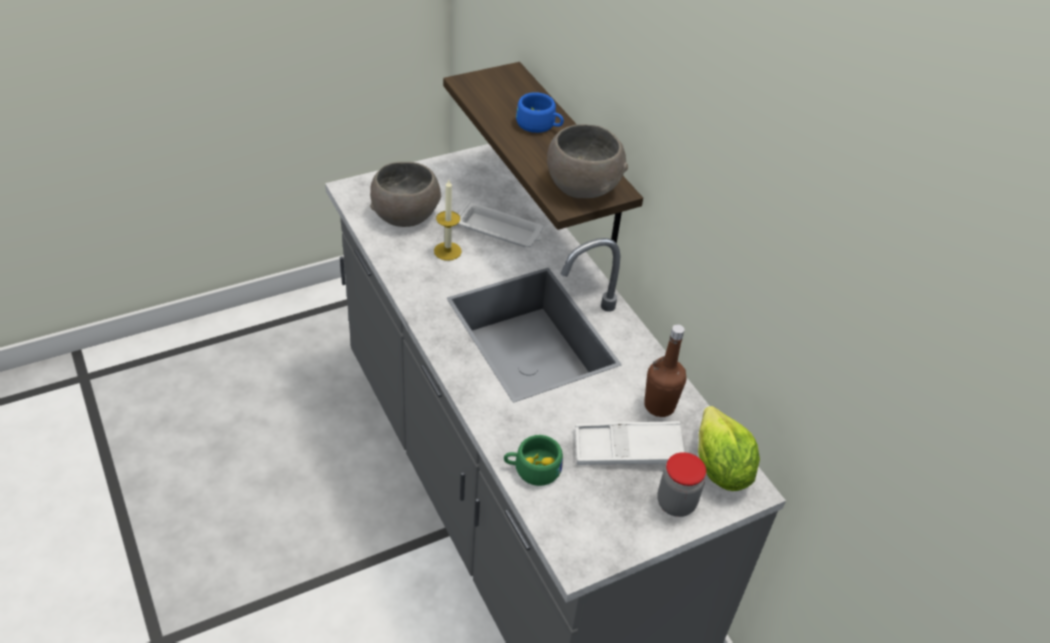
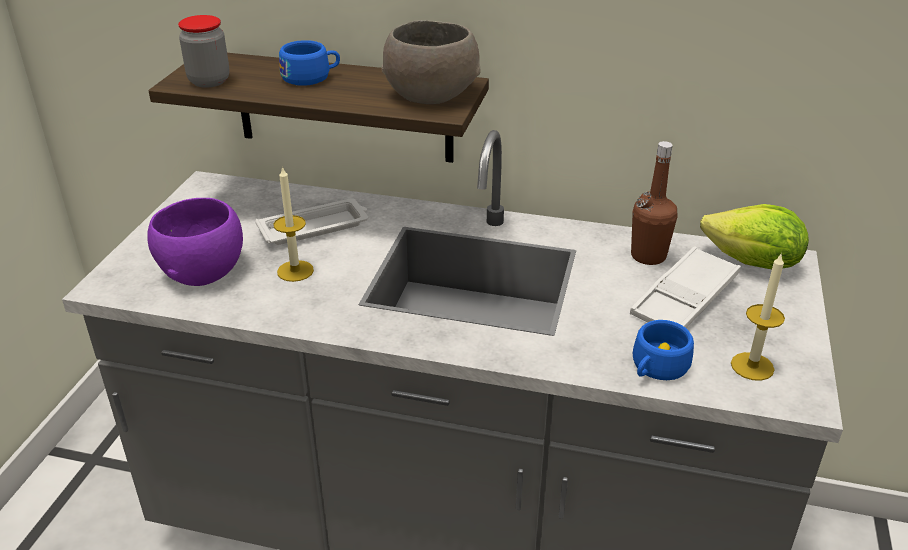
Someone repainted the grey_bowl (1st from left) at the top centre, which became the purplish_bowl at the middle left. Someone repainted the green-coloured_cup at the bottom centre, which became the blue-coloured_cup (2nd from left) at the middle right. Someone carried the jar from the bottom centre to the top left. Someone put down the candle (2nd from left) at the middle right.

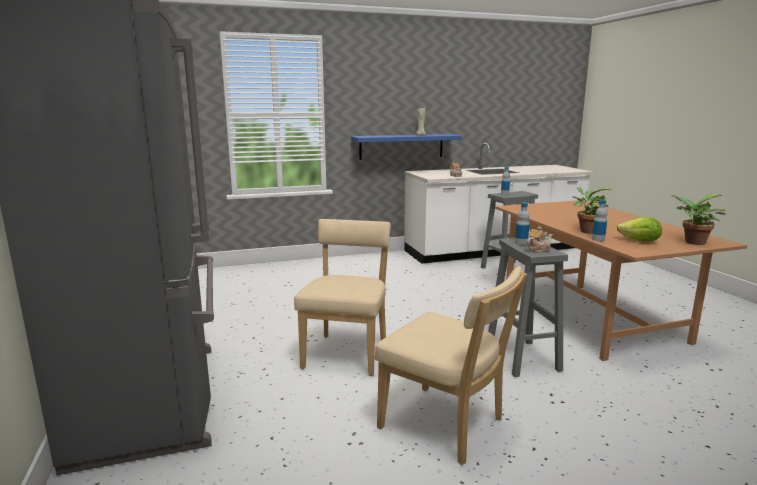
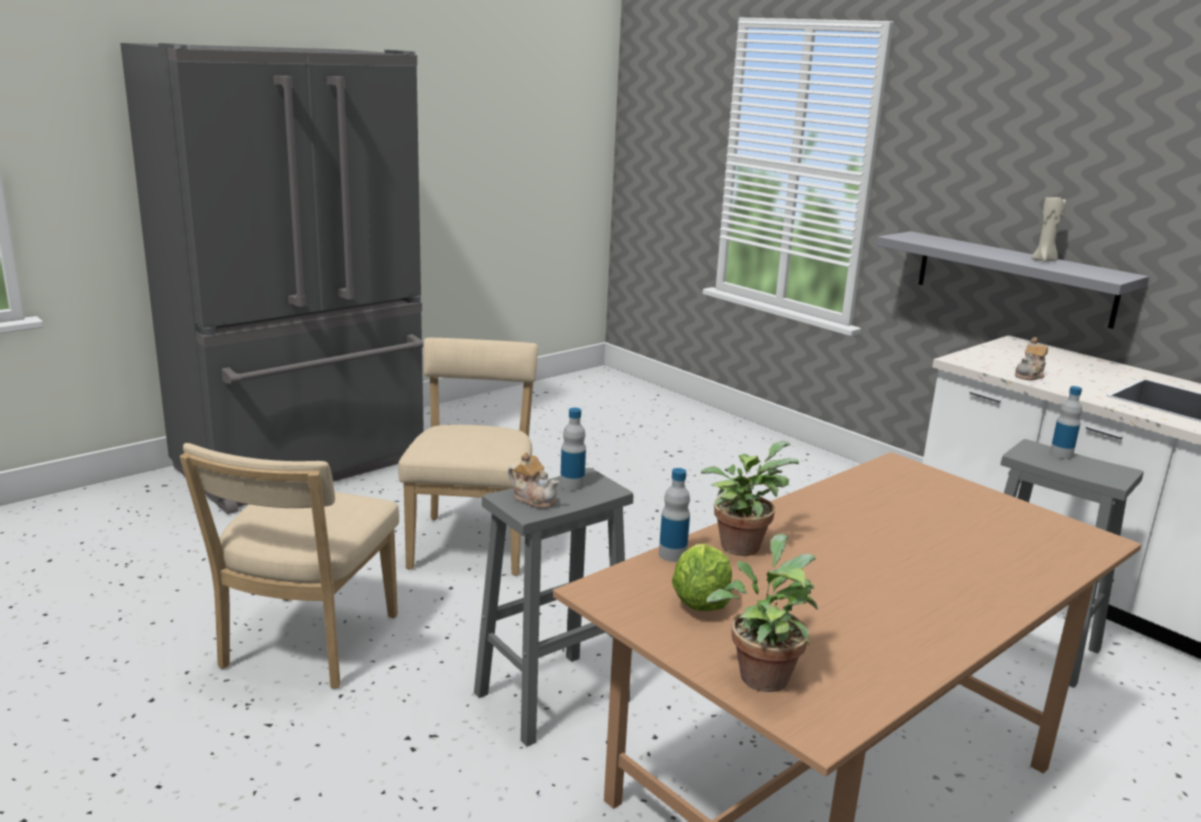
Someone rotated the sand-coloured_upright_chair (1st from left in the first image) at the centre by 75 degrees counterclockwise. Someone repainted the blue-coloured_bracket_shelf at the top centre, which became the grey_bracket_shelf at the middle right.

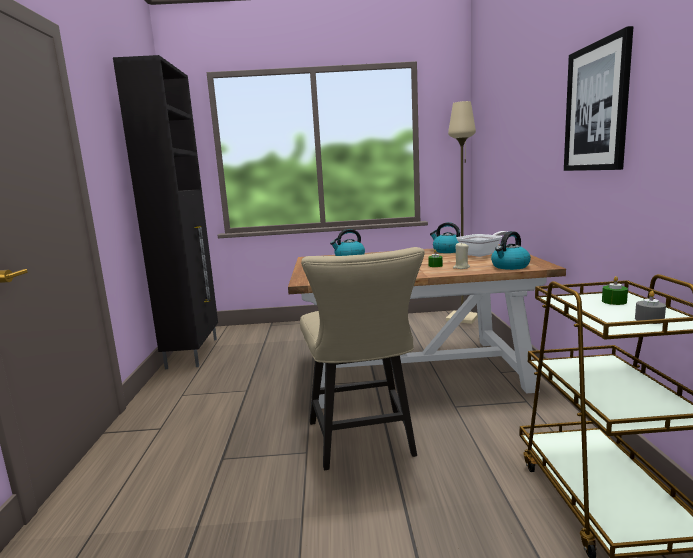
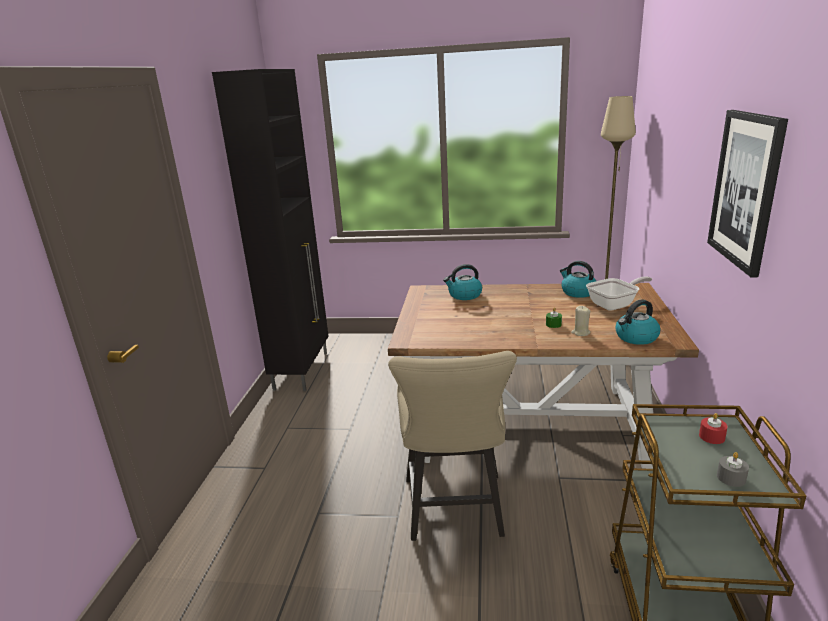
Someone repainted the green-coloured_candle (2nd from left) at the middle right, which became the red-coloured_candle at the bottom right.

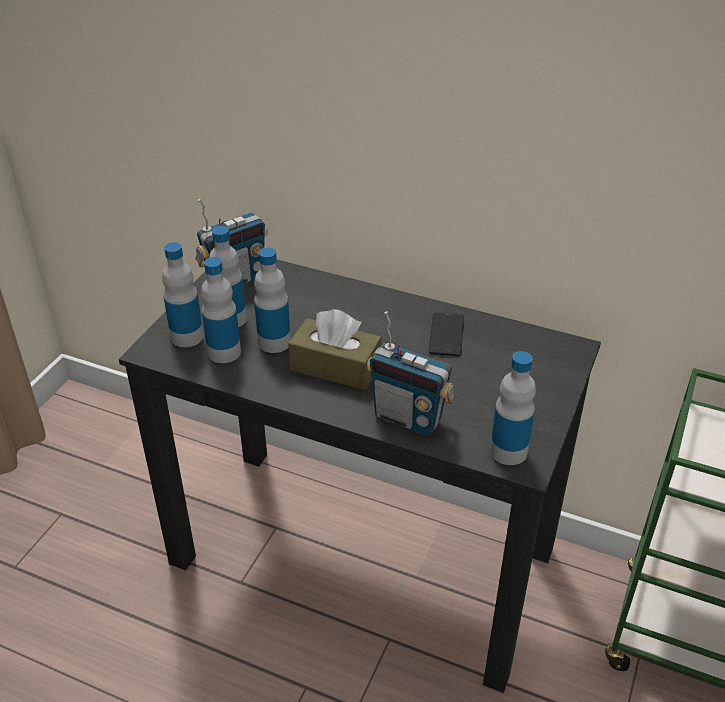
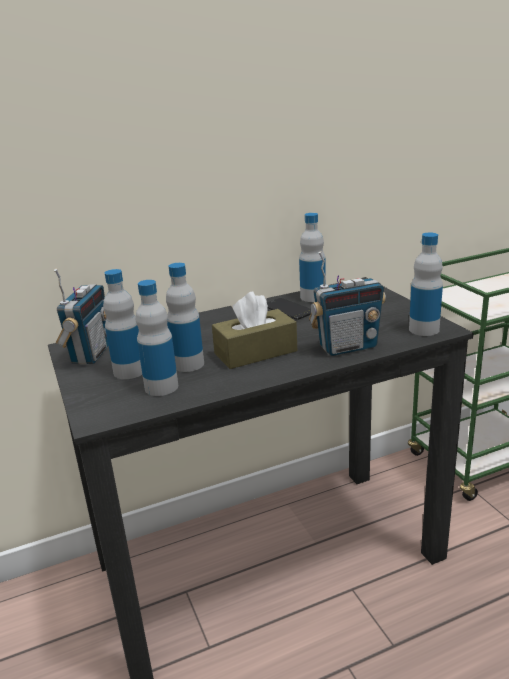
Someone carried the drink_bottle (1st from left in the first image) from the middle left to the centre.

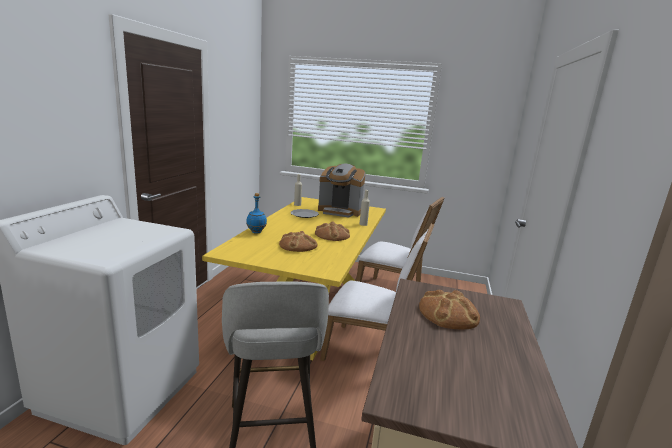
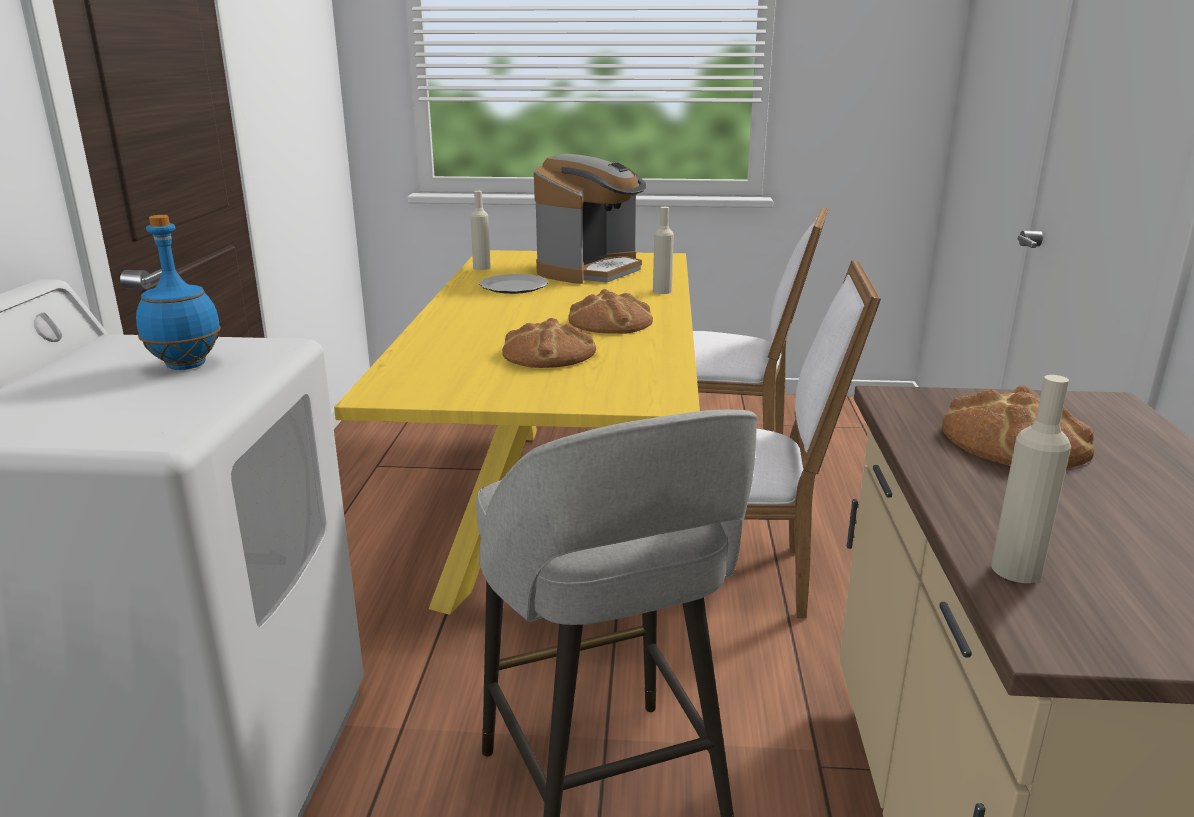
Someone carried the blue-coloured_drink_bottle from the centre to the middle left. Someone rotated the coffee_brewer at the centre by 60 degrees counterclockwise. Someone put down the sand-coloured_drink_bottle (3rd from left) at the middle right.

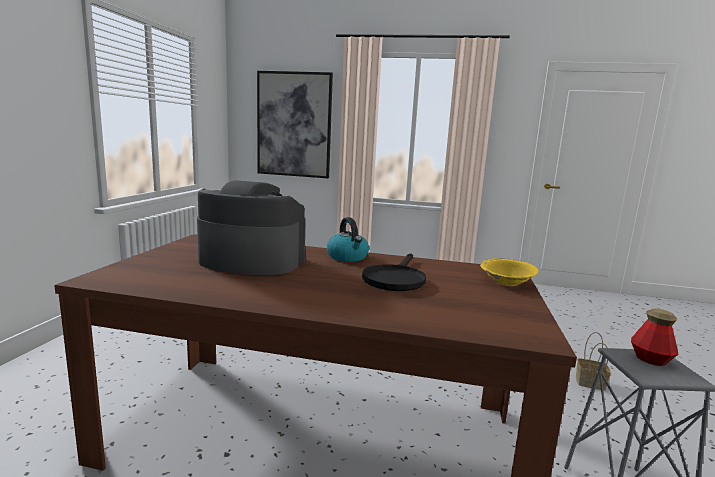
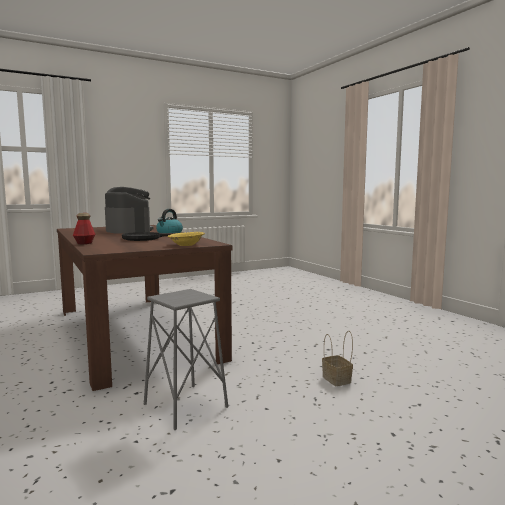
Someone took away the wall_art at the top centre. Someone carried the drink_bottle from the bottom right to the middle left.

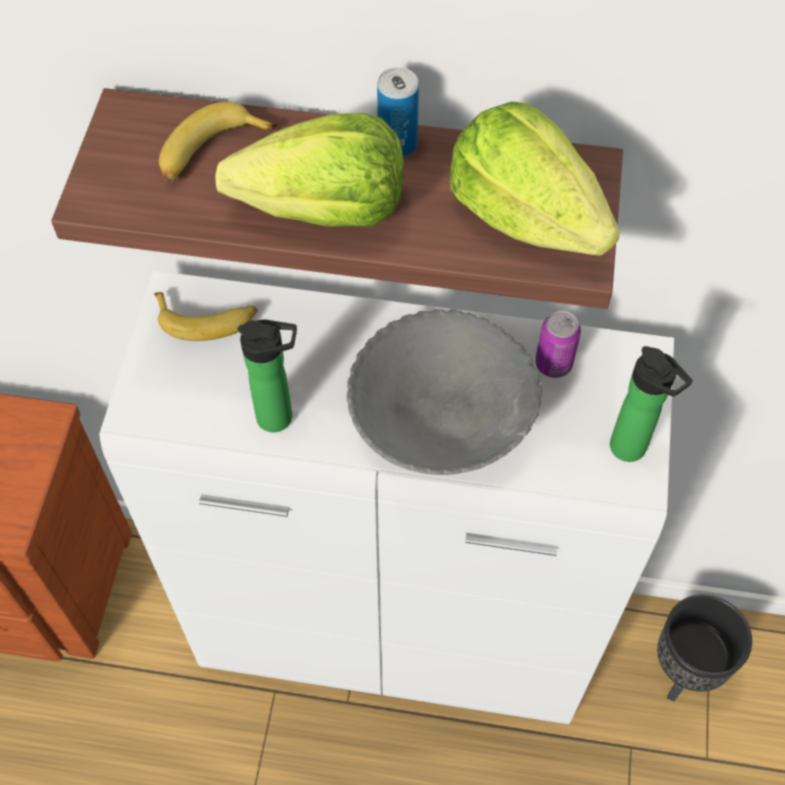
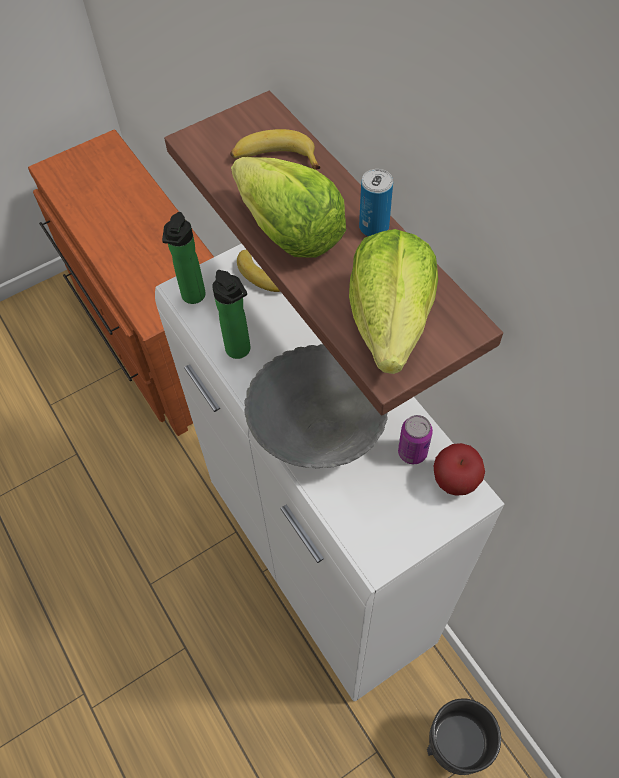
Someone carried the drink_bottle (2nd from left in the first image) from the middle right to the top left. Someone put down the apple at the middle right.

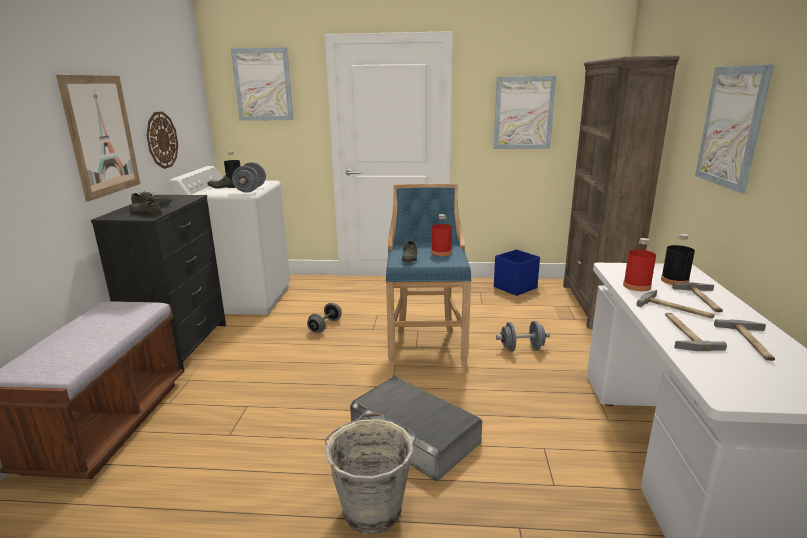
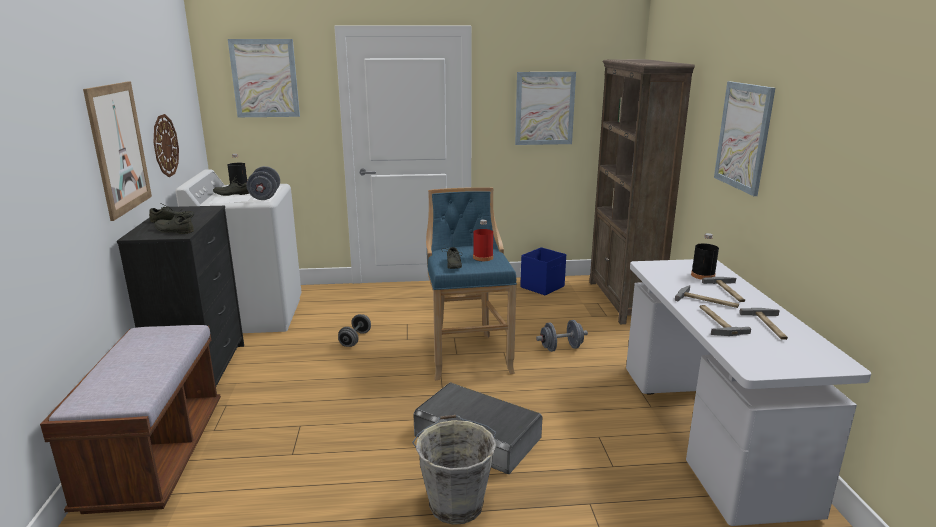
Someone took away the red-coloured_drink_bottle (2nd from left) at the middle right.

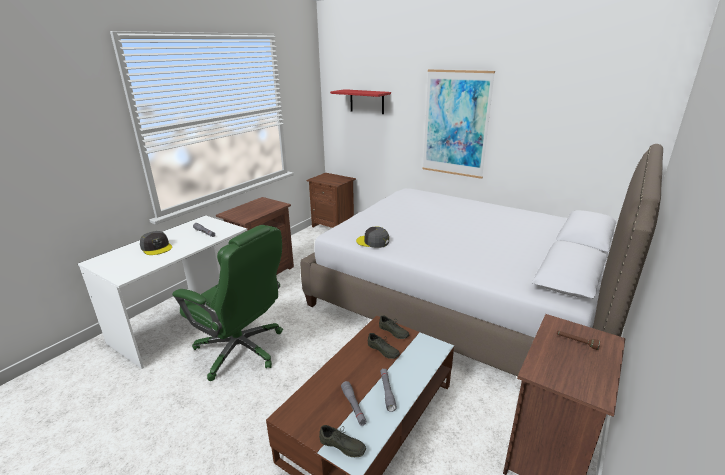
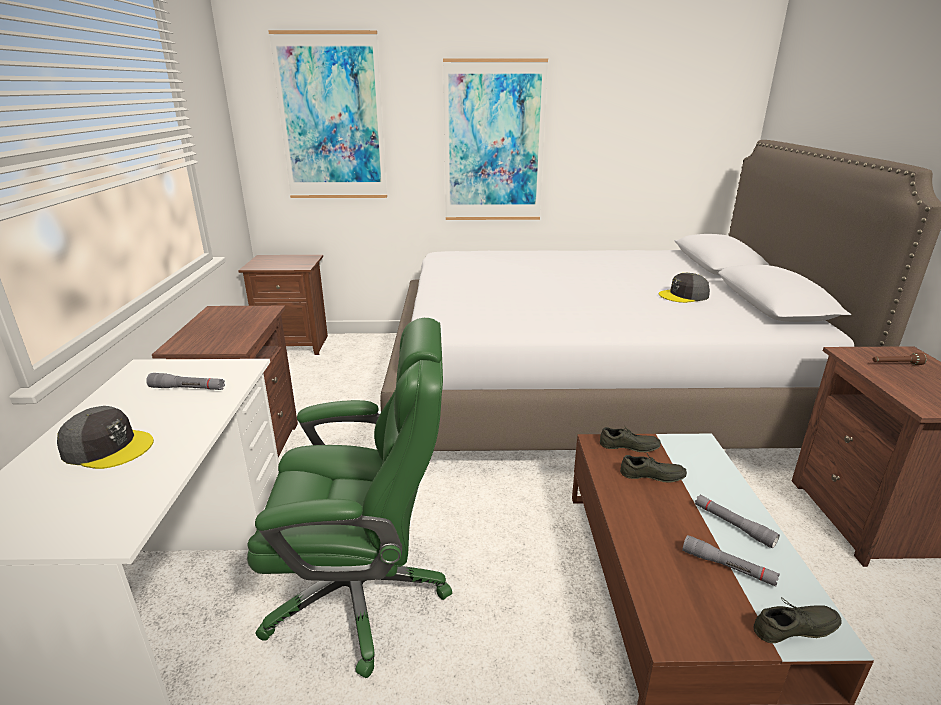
Someone swapped the red-coloured_bracket_shelf at the top centre for the wall_art (1st from left) at the top centre. Someone carried the grey_cap (2nd from left) from the centre to the middle right.

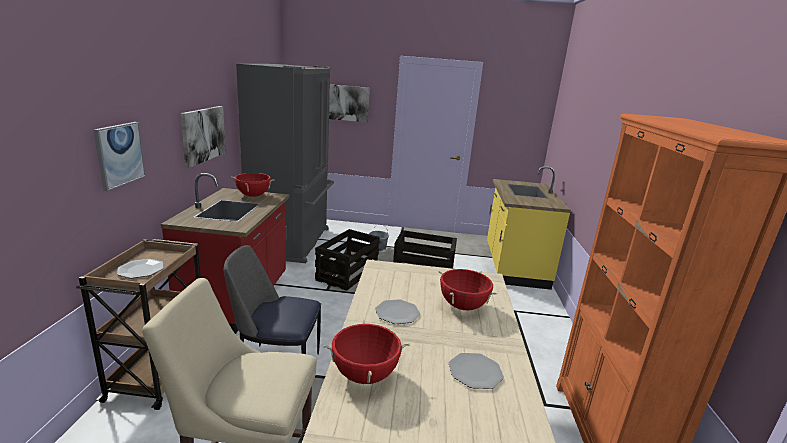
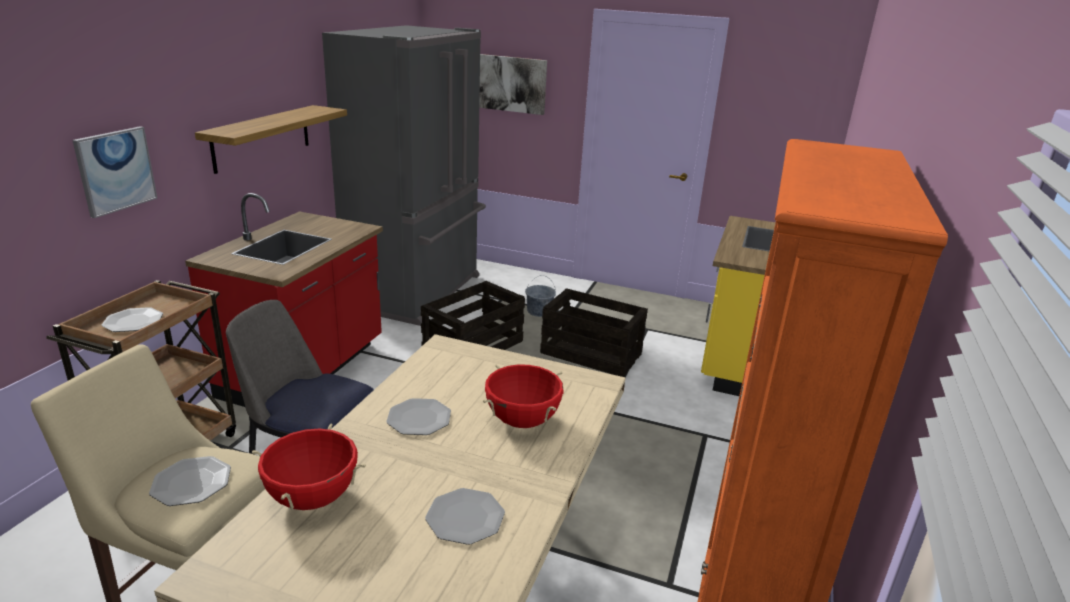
Someone swapped the wall_art (2nd from left) at the top left for the bracket_shelf at the top left. Someone took away the red-coloured_saucepot (1st from left) at the middle left. Someone put down the dinner_plate (2nd from left) at the bottom left.

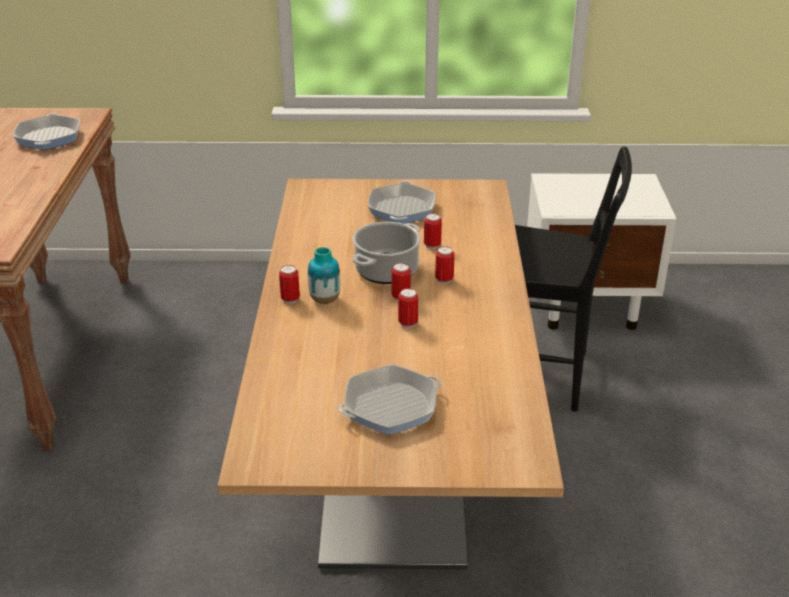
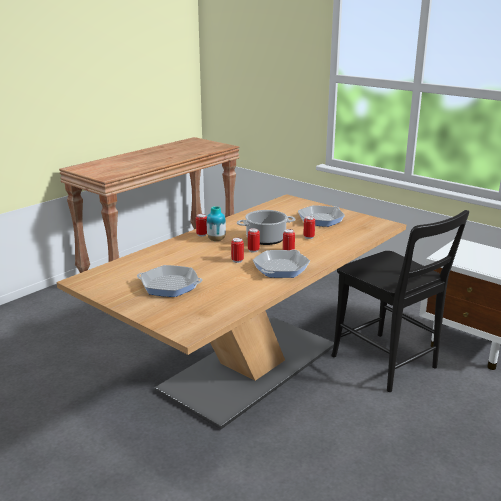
Someone carried the frying_pan (1st from left in the first image) from the top left to the centre.

